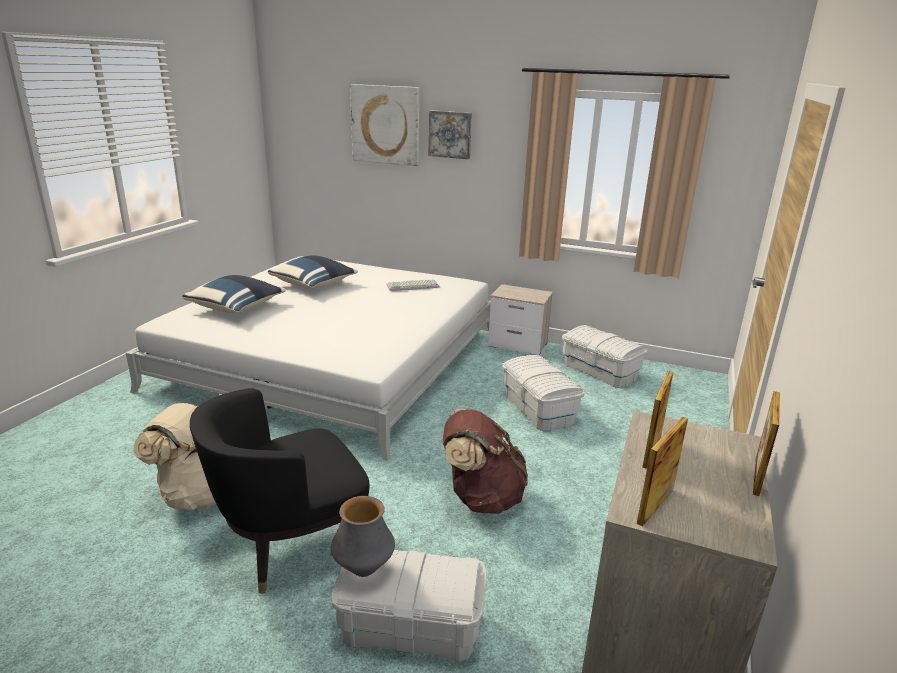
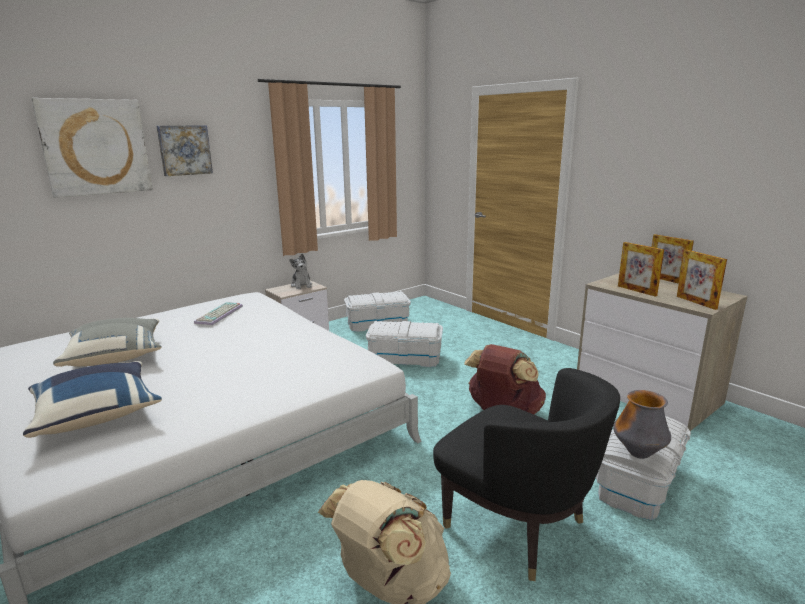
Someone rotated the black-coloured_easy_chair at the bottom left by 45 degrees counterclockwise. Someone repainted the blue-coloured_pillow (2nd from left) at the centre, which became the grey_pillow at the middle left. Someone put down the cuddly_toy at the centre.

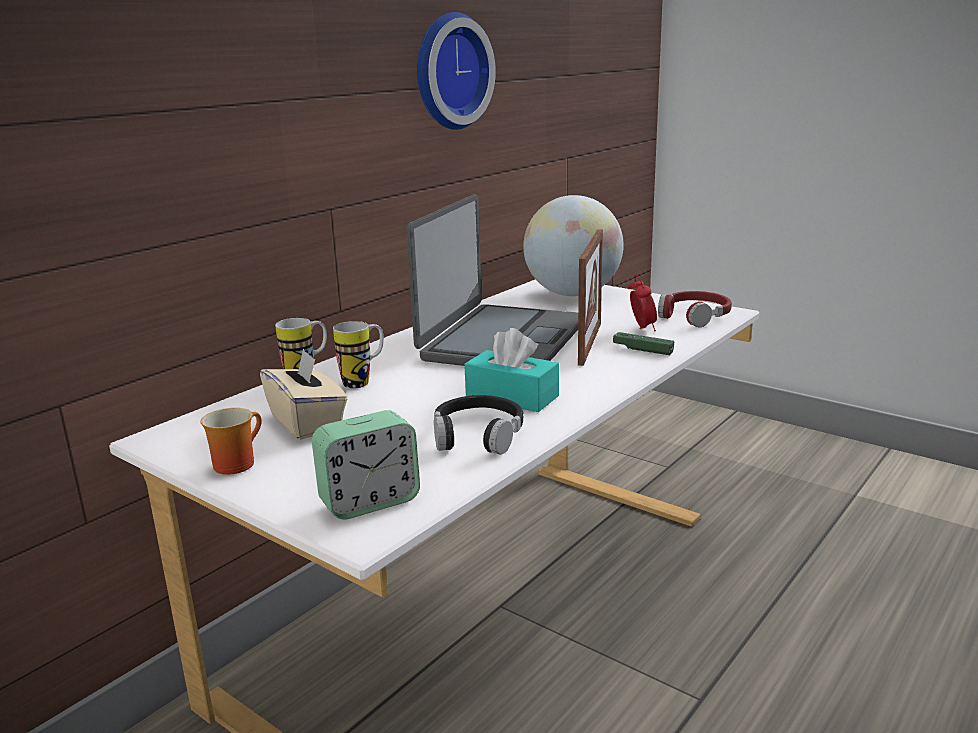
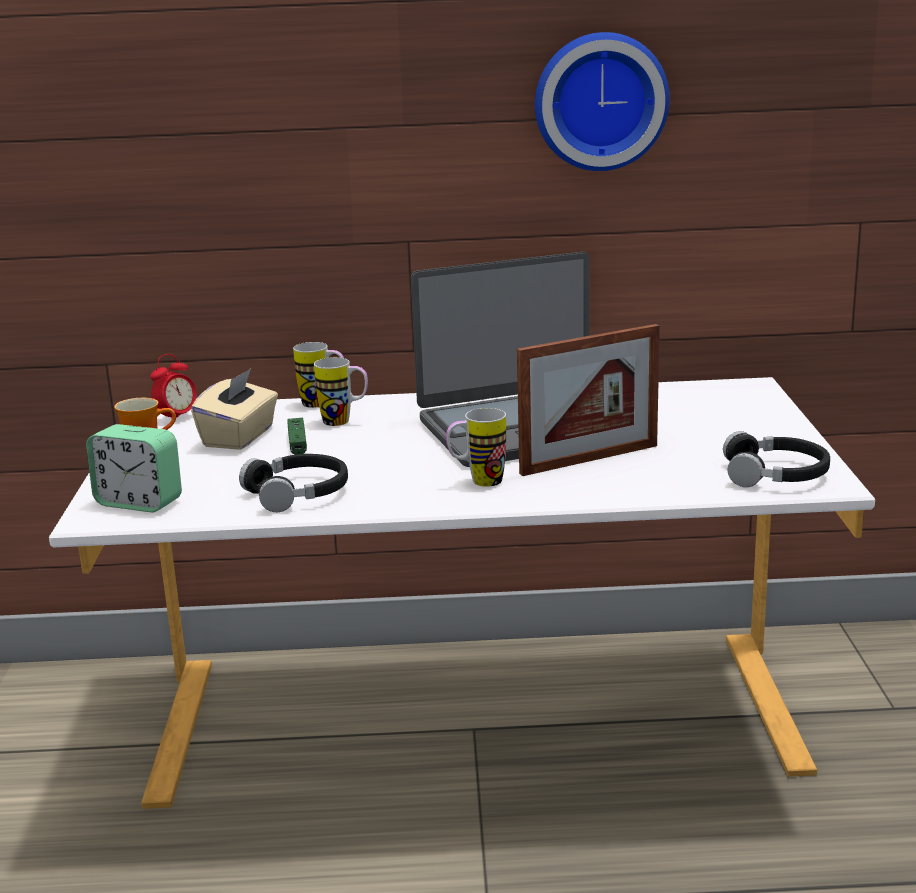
Someone took away the blue-green_tissue_box at the centre. Someone took away the globe at the centre. Someone carried the green-coloured_gamepad from the centre to the middle left. Someone carried the table_clock (2nd from left) from the centre to the middle left. Someone repainted the red-coloured_headphones at the middle right, which became the black-coloured_headphones (2nd from left) at the middle right. Someone put down the mug (4th from left) at the centre.

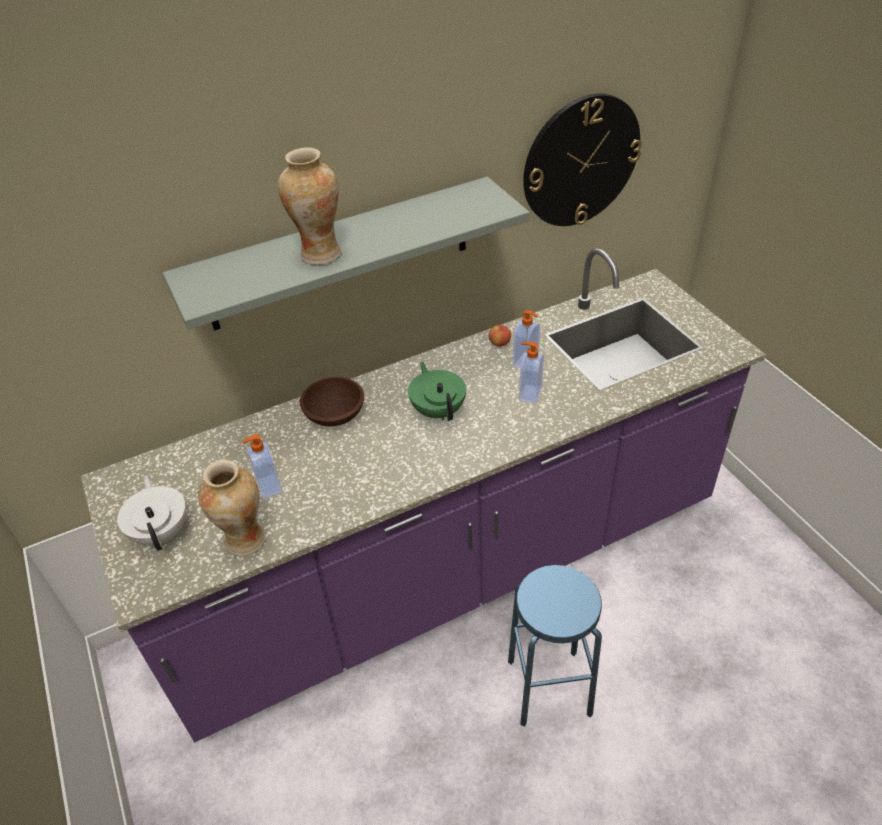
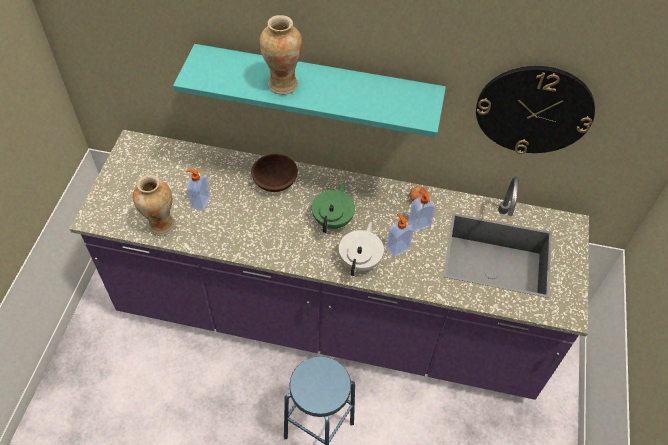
Someone carried the whitish_teapot from the middle left to the centre. Someone repainted the grey_bracket_shelf at the top centre, which became the blue-green_bracket_shelf at the top centre.

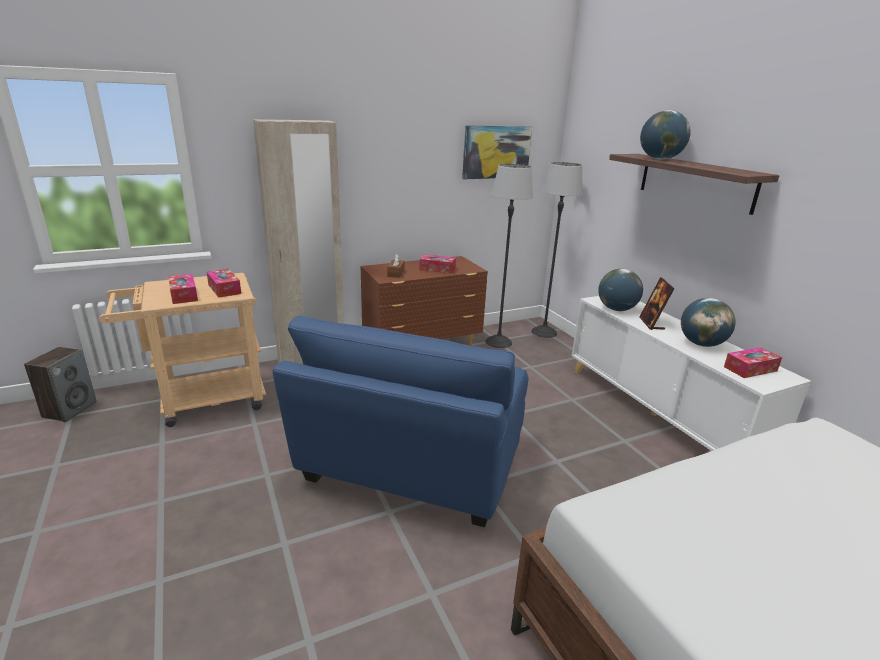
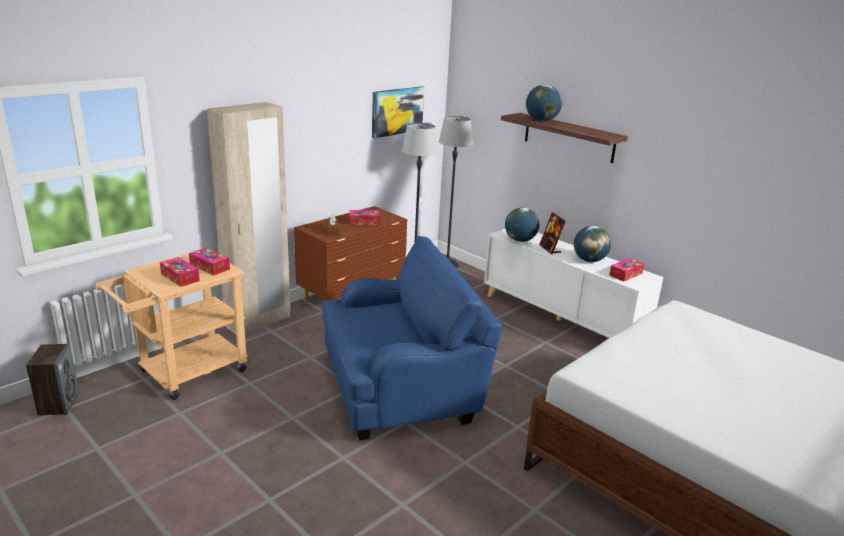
Someone rotated the blue-coloured_easy_chair at the centre by 105 degrees counterclockwise.

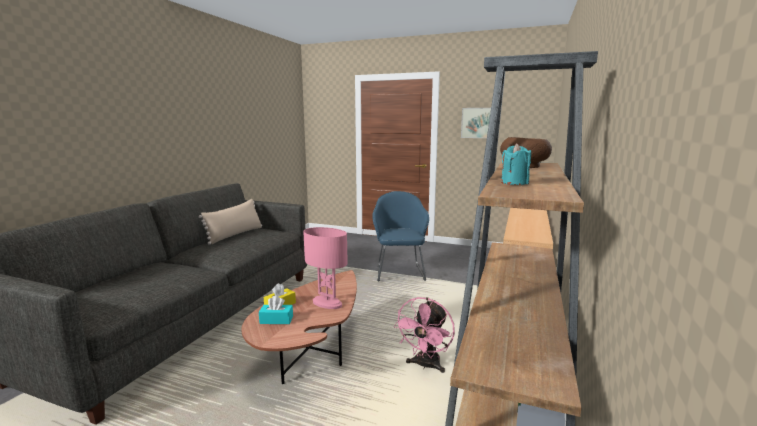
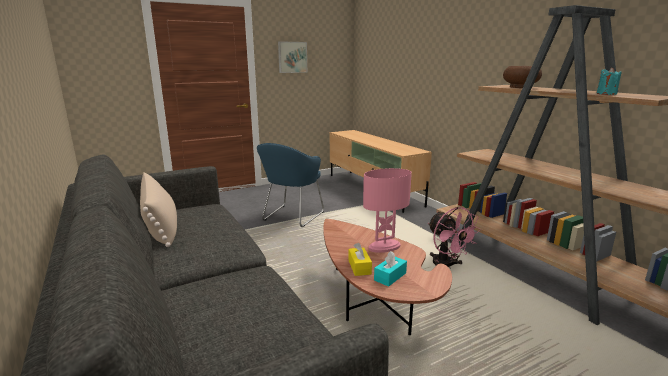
Someone rotated the blue-coloured_easy_chair at the centre by 105 degrees counterclockwise.

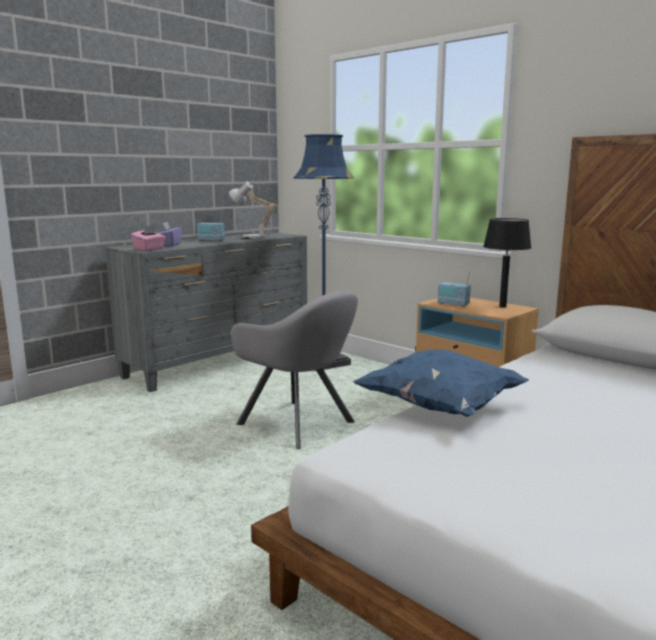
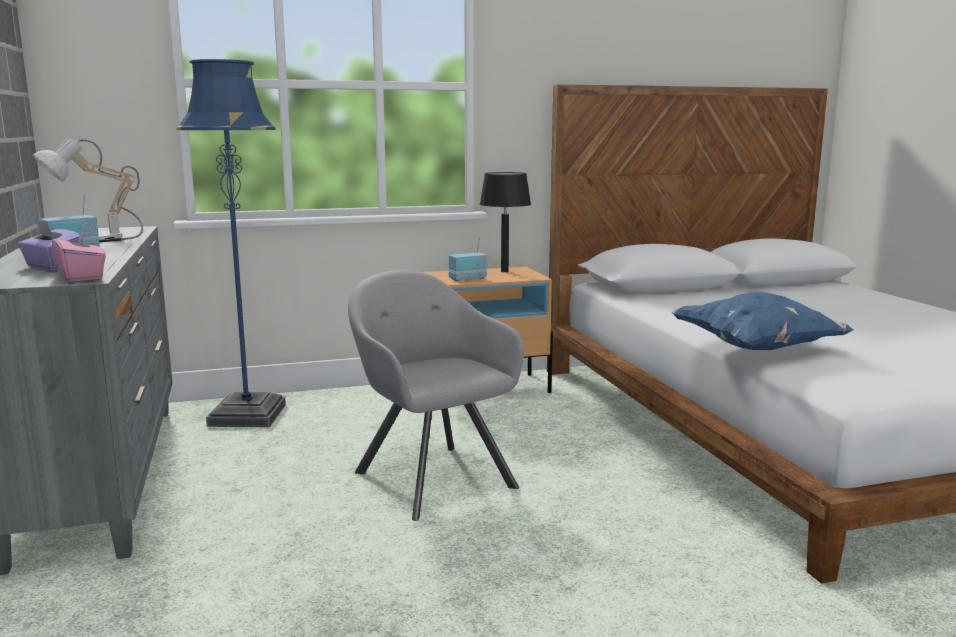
Someone rotated the grey_easy_chair at the centre by 105 degrees counterclockwise.

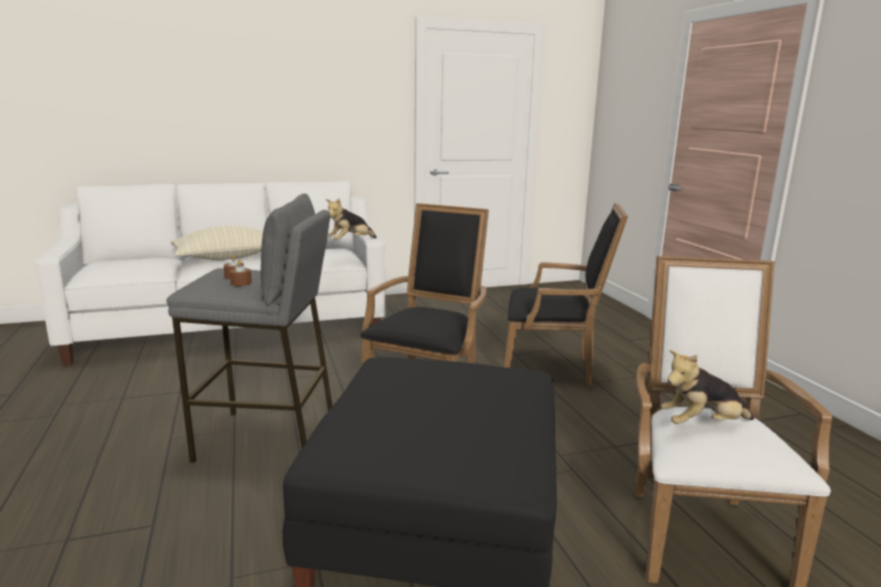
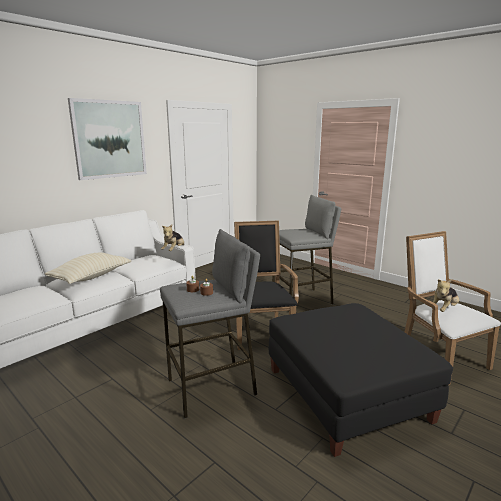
Someone swapped the black-coloured_easy_chair (2nd from left) at the centre for the grey_sitting_stool (2nd from left) at the centre. Someone put up the wall_art at the top left.

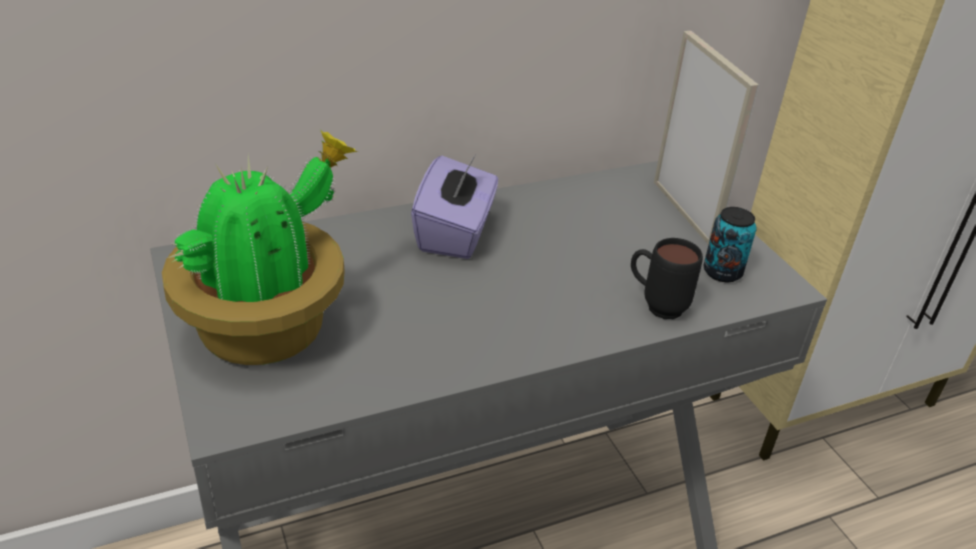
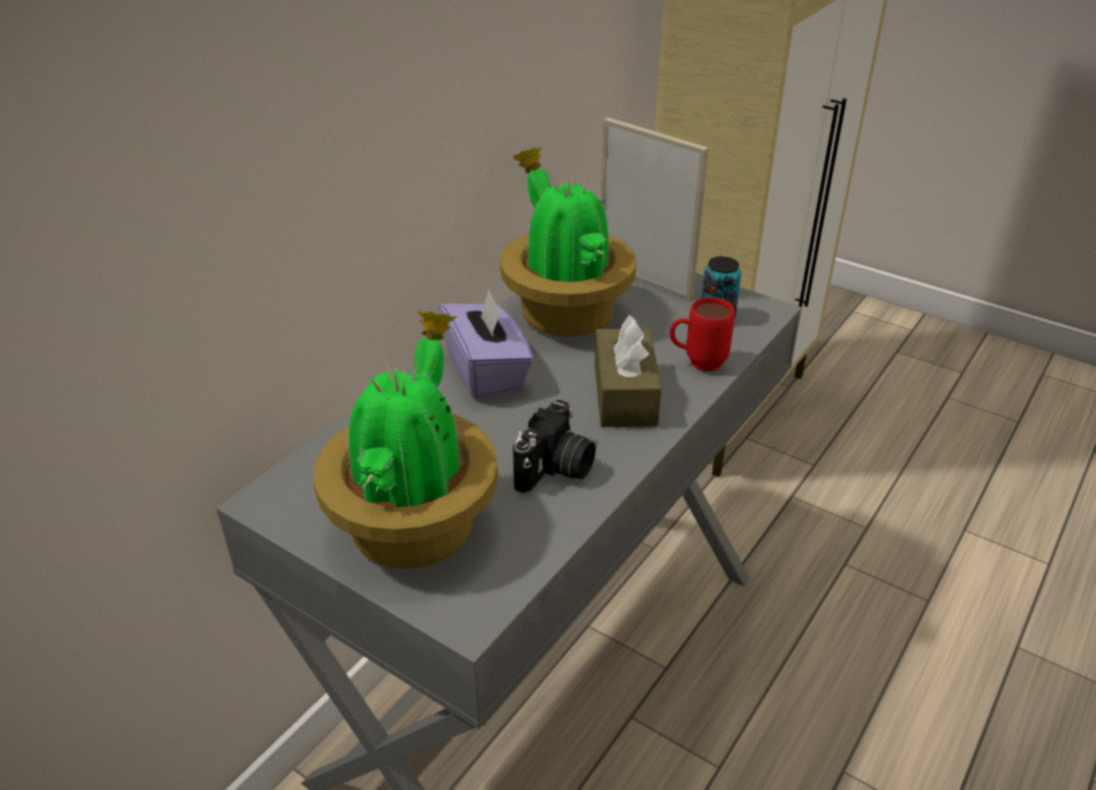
Someone repainted the black-coloured_mug at the middle right, which became the red-coloured_mug at the centre. Someone put down the potted_plant (2nd from left) at the top centre. Someone put down the still_camera at the centre. Someone put down the brown-coloured_tissue_box at the centre.

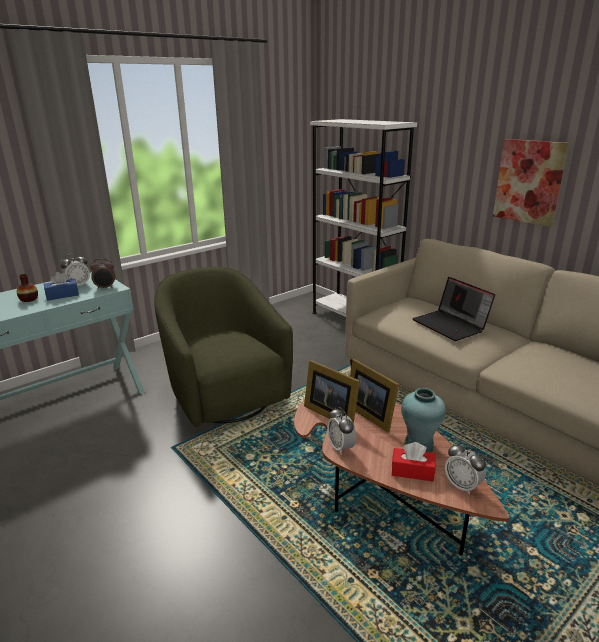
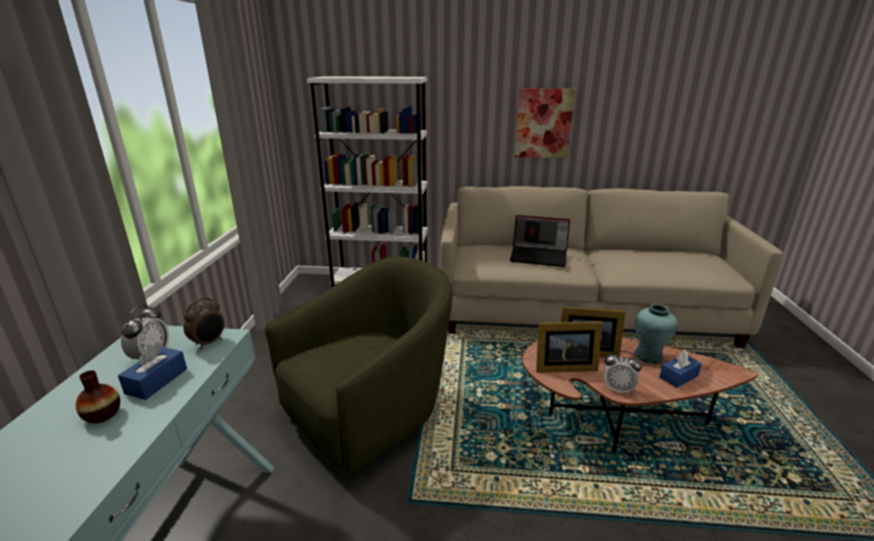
Someone rotated the green-coloured_easy_chair at the centre by 120 degrees clockwise. Someone repainted the red-coloured_tissue_box at the bottom right, which became the blue-coloured_tissue_box (2nd from left) at the bottom right. Someone took away the table_clock (4th from left) at the bottom right.

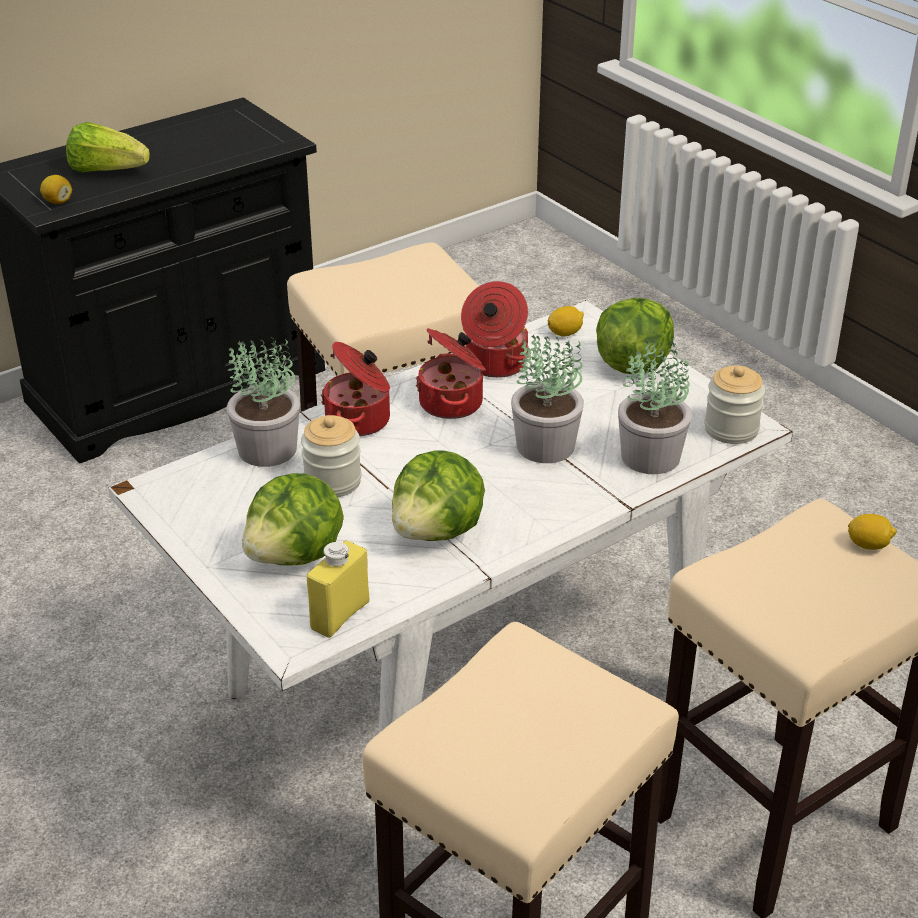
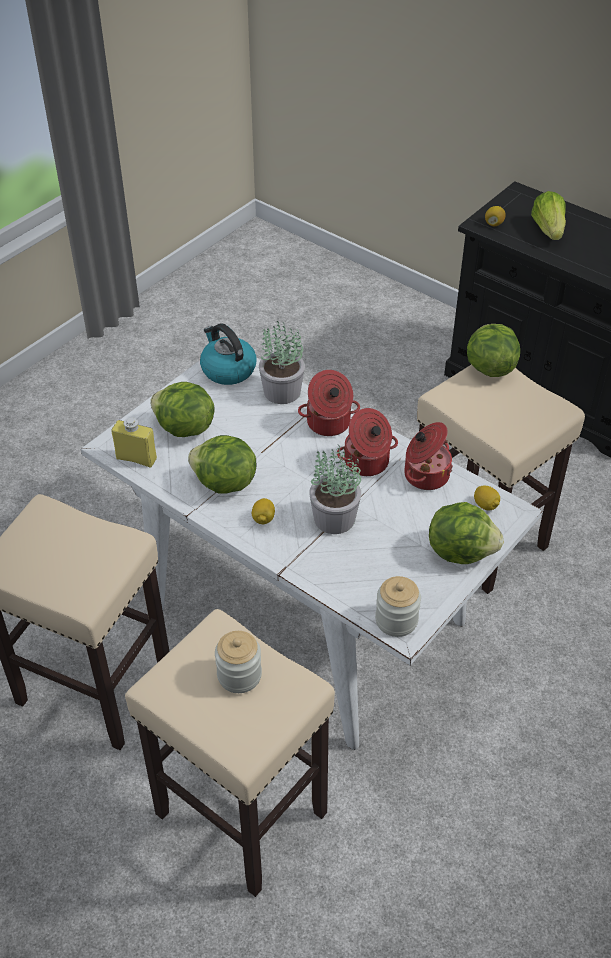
Someone carried the jar (1st from left) from the centre to the bottom centre. Someone took away the potted_plant (3rd from left) at the middle right. Someone carried the citrus_fruit (3rd from left in the first image) from the middle right to the centre. Someone put down the kettle at the centre. Someone put down the head_of_lettuce (4th from left) at the middle right.

